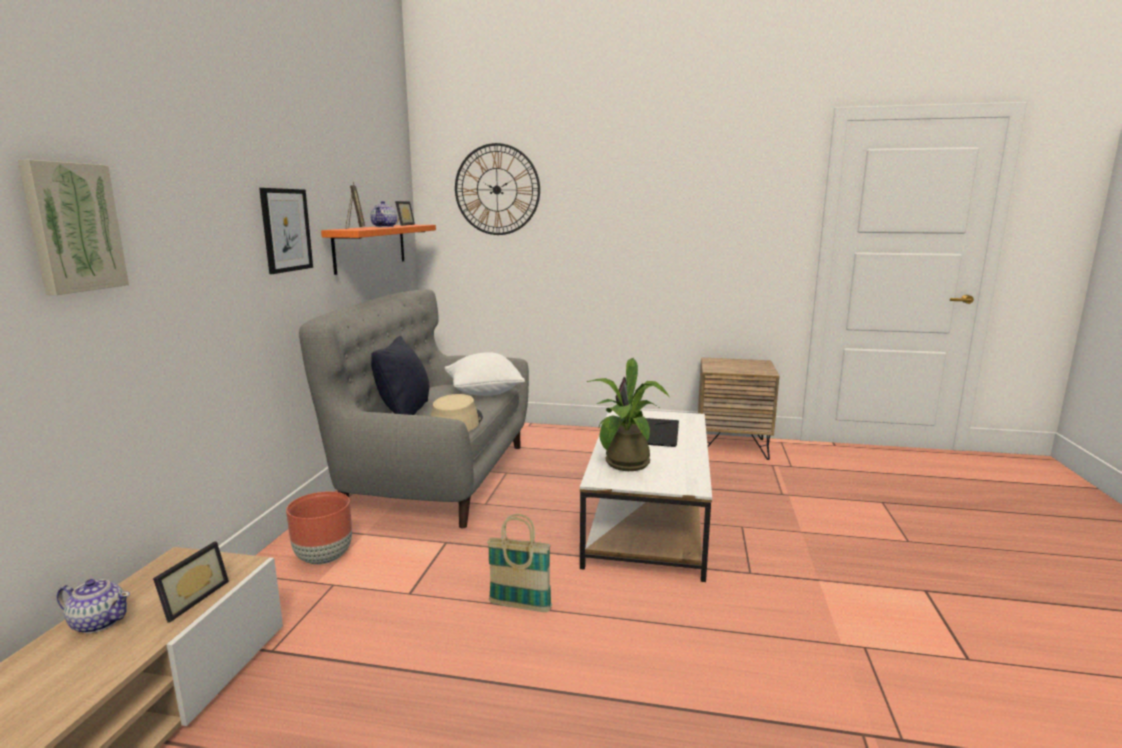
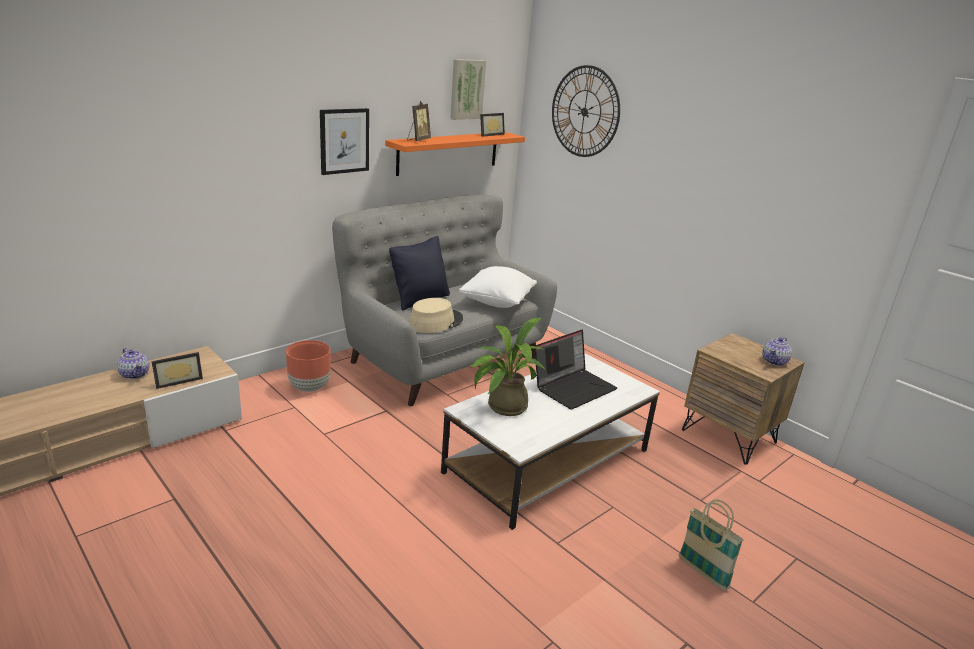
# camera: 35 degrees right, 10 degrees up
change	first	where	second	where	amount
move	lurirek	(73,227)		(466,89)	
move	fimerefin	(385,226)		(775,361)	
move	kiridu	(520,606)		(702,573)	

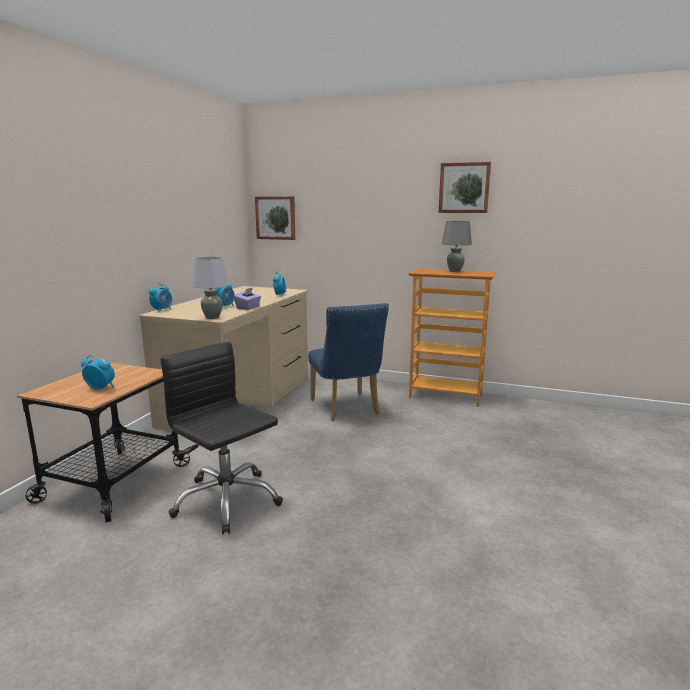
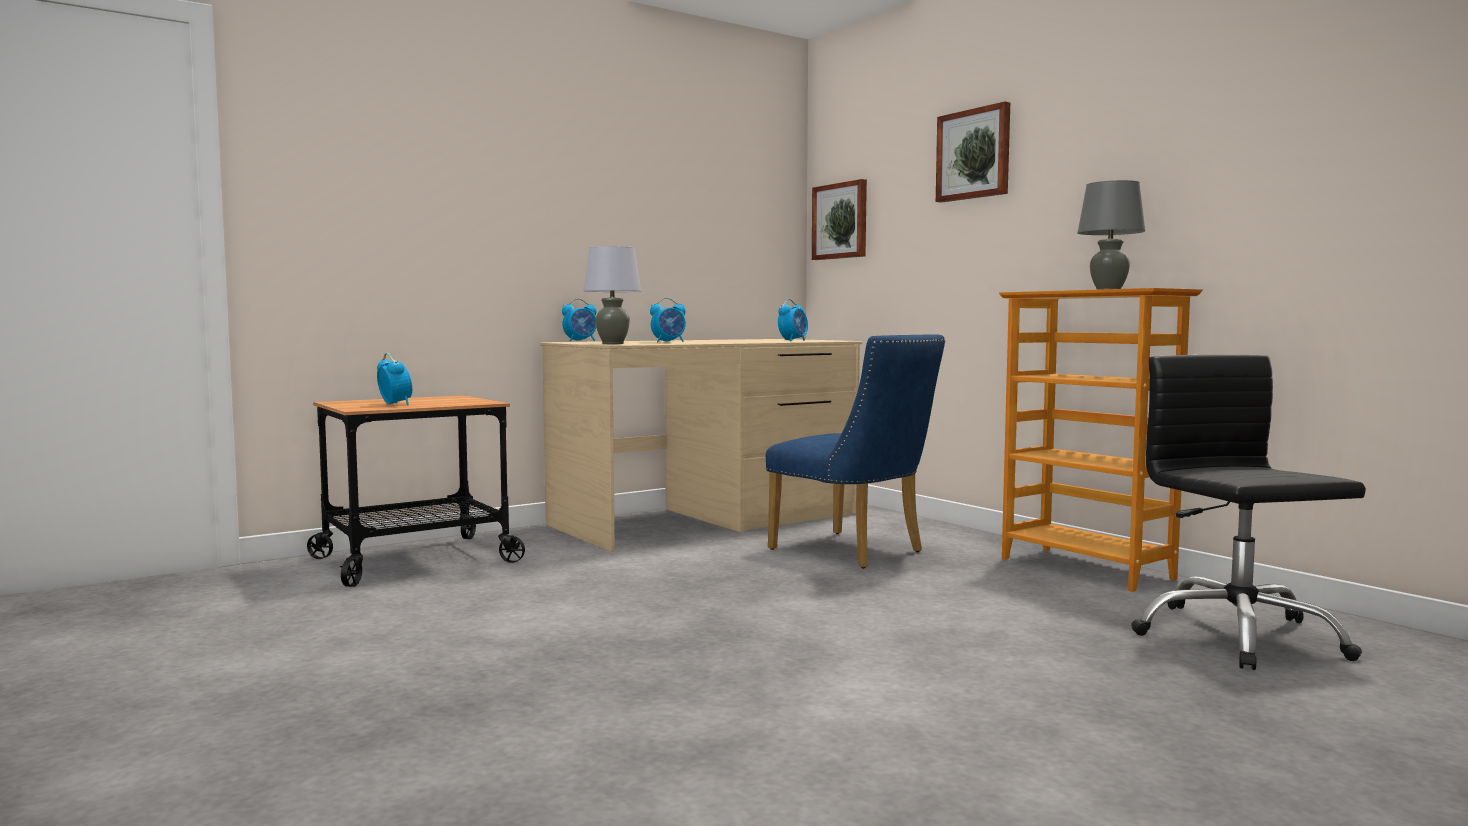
# camera: 35 degrees right, 10 degrees down
change	first	where	second	where	amount
move	lurirek	(464,188)		(974,154)	
delete	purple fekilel	(248,307)			
rotate	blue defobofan	(346,409)		(855,552)	60 degrees counterclockwise
move	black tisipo	(226,501)		(1237,636)	

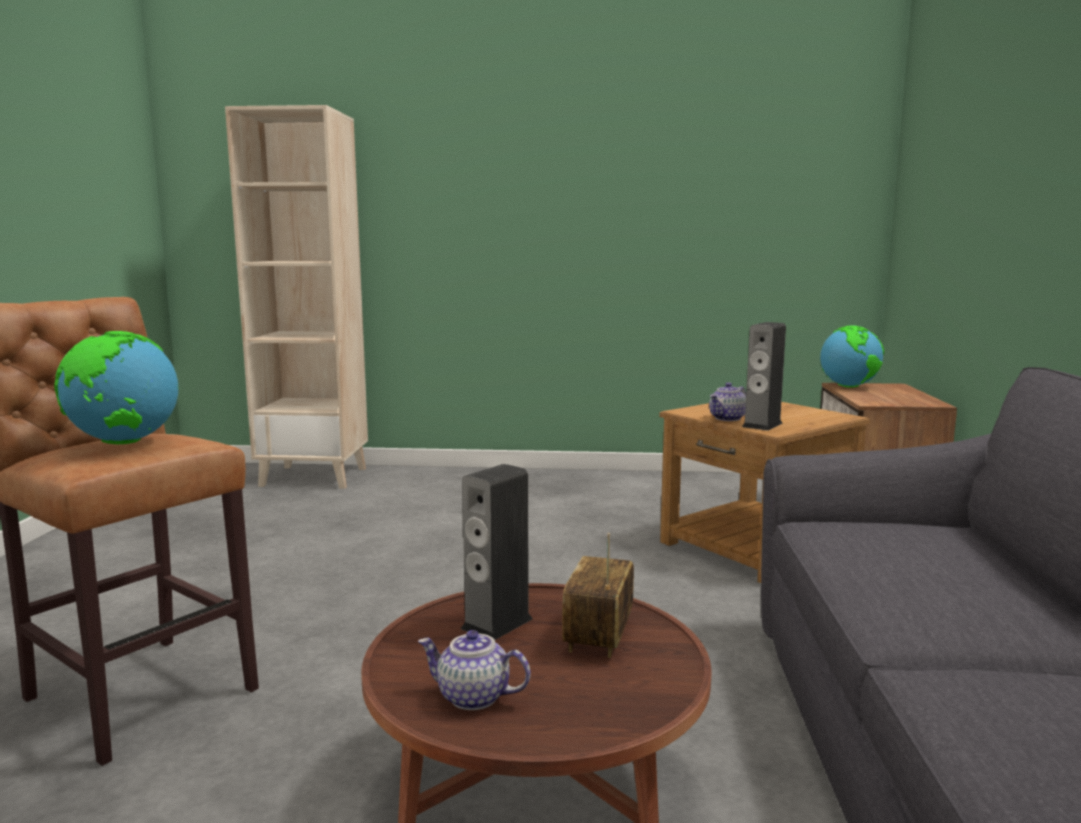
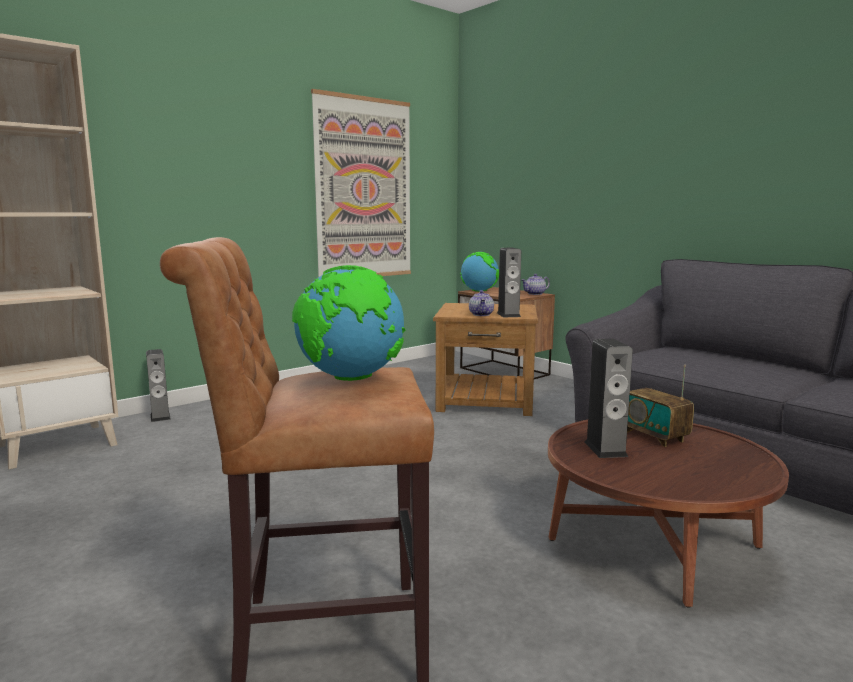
# camera: 45 degrees left, 0 degrees up
change	first	where	second	where	amount
move	fimerefin	(472,697)		(535,294)	
insert			lurirek	(364,189)	
insert			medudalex	(160,416)	

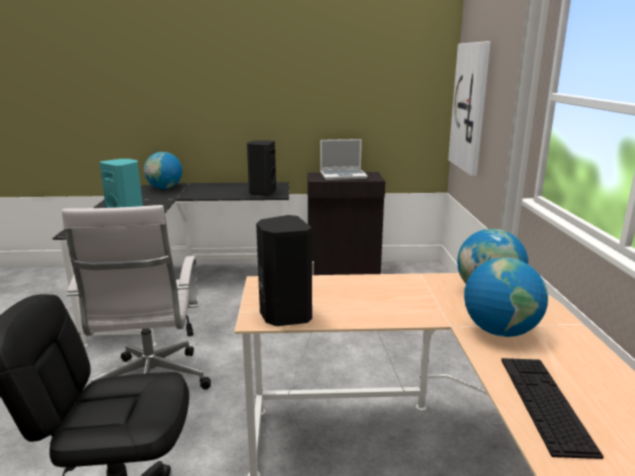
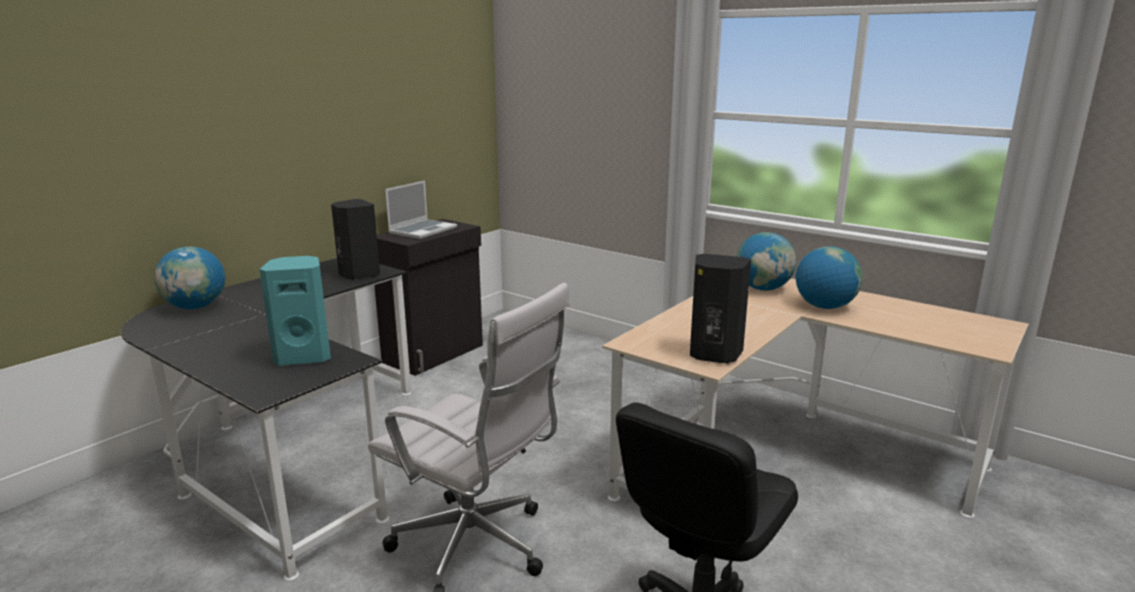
# camera: 50 degrees left, 0 degrees up
change	first	where	second	where	amount
delete	lurirek	(470,107)			
delete	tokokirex	(545,402)			

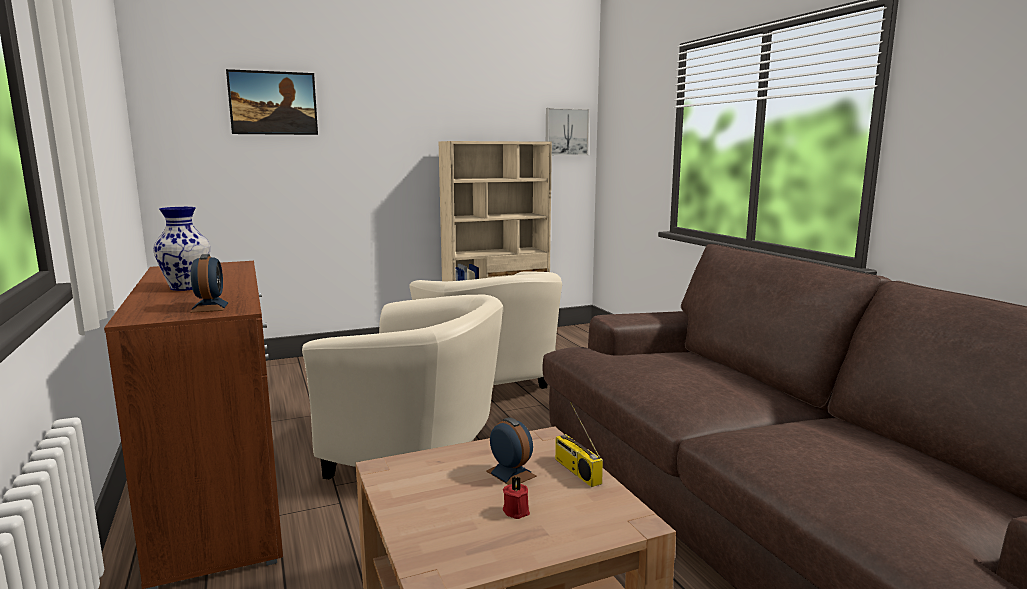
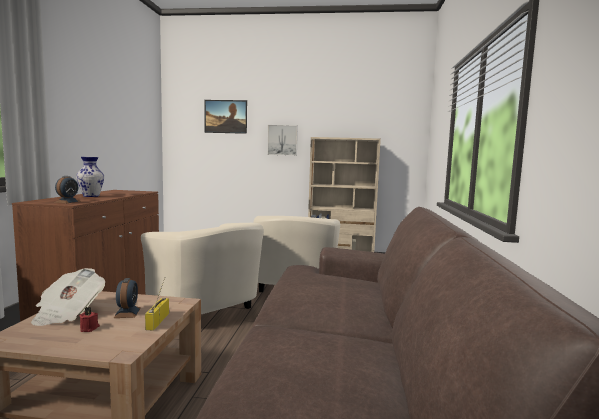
# camera: 30 degrees right, 5 degrees down
change	first	where	second	where	amount
move	lurirek	(566,132)		(282,140)	
insert			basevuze	(68,313)	

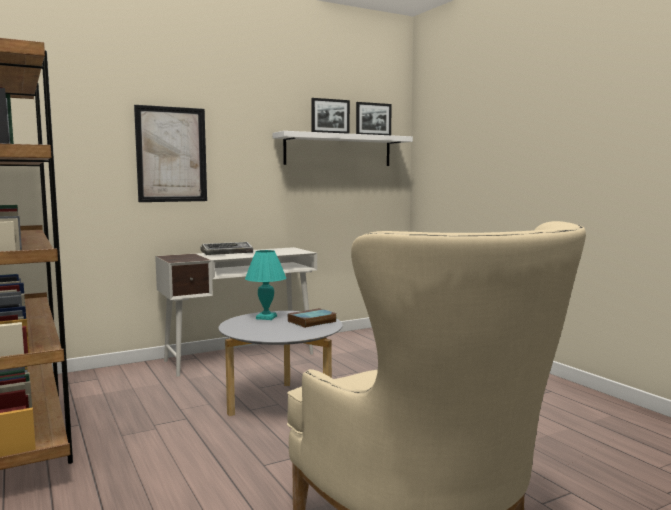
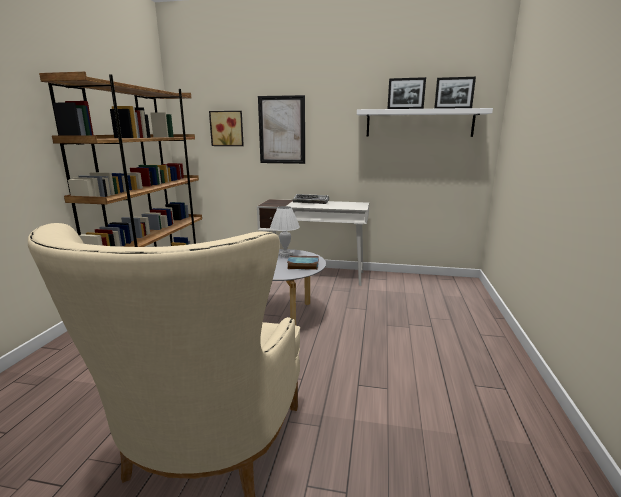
# camera: 40 degrees right, 10 degrees up
change	first	where	second	where	amount
recolor	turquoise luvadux	(265,317)	white luvadux	(285,254)	
insert			lurirek	(227,128)	

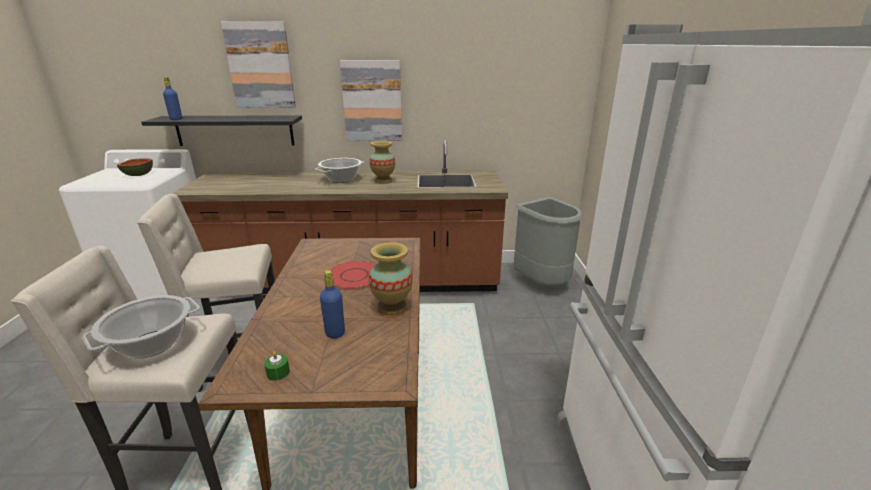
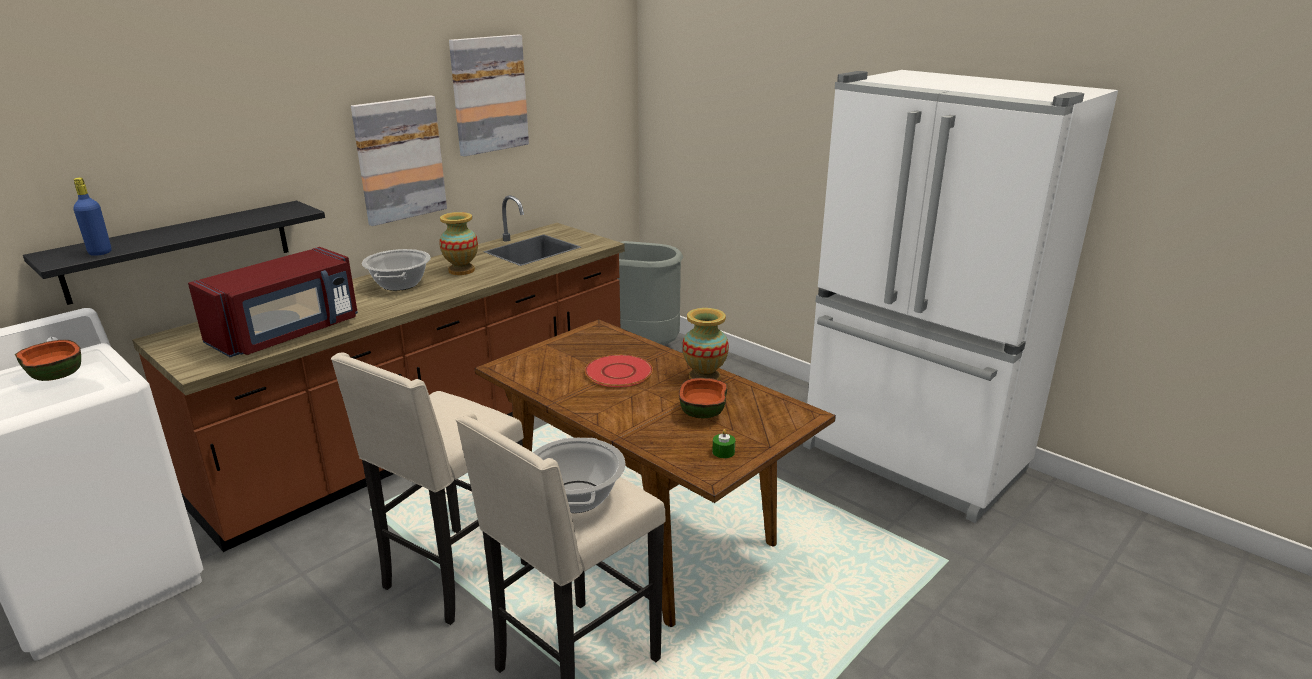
# camera: 45 degrees left, 0 degrees up
change	first	where	second	where	amount
move	lurirek	(260,66)		(489,94)	
replace	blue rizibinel	(335,333)	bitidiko	(703,412)	
insert			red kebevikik	(288,333)	

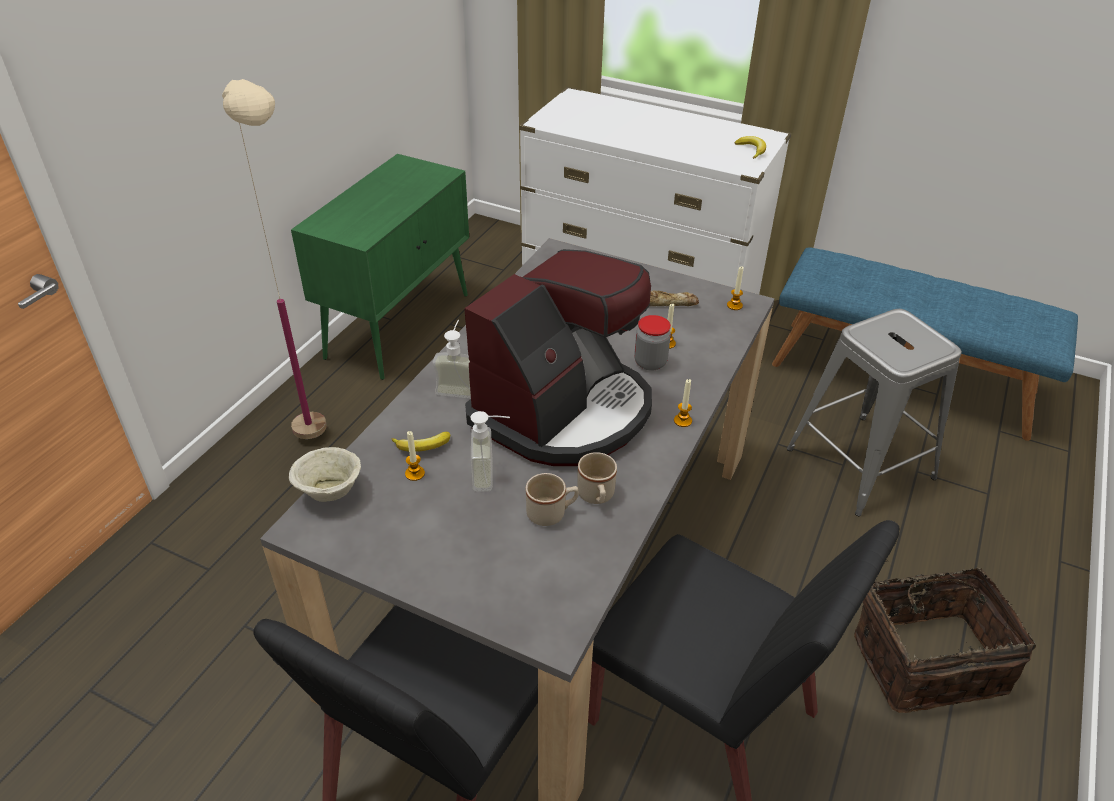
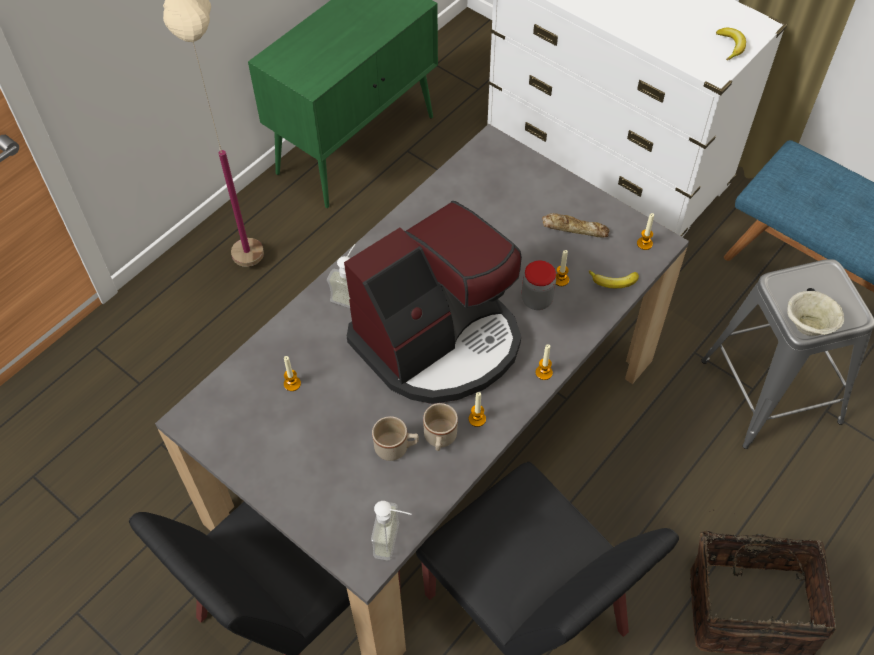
# camera: 15 degrees right, 15 degrees up
change	first	where	second	where	amount
move	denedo	(492,475)		(395,541)	
move	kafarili	(422,447)		(613,282)	
move	beige bitidiko	(329,493)		(808,326)	
insert			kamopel	(477,419)	

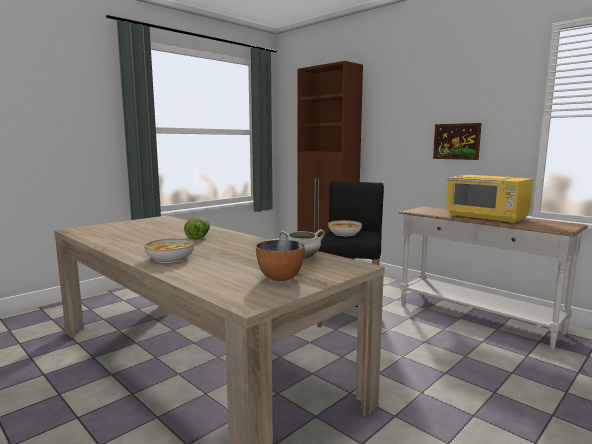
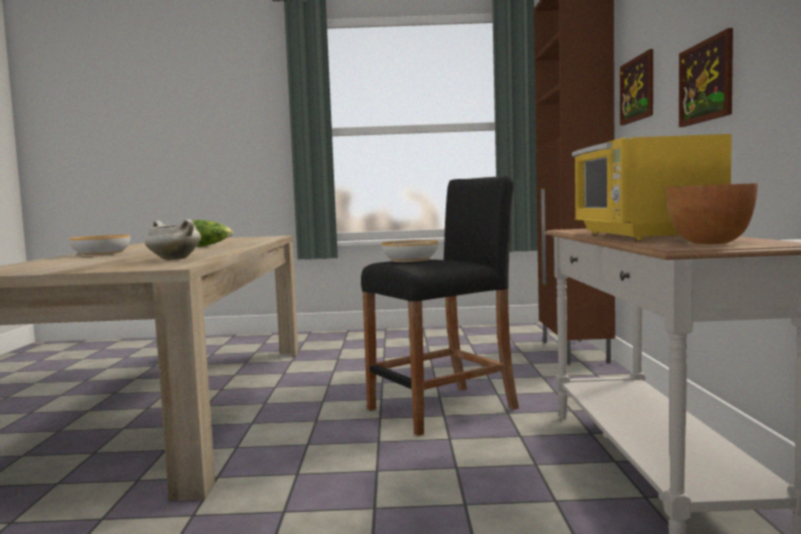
# camera: 45 degrees right, 5 degrees down
change	first	where	second	where	amount
move	bitidiko	(280,278)		(710,243)	
insert			lurirek	(637,89)	

